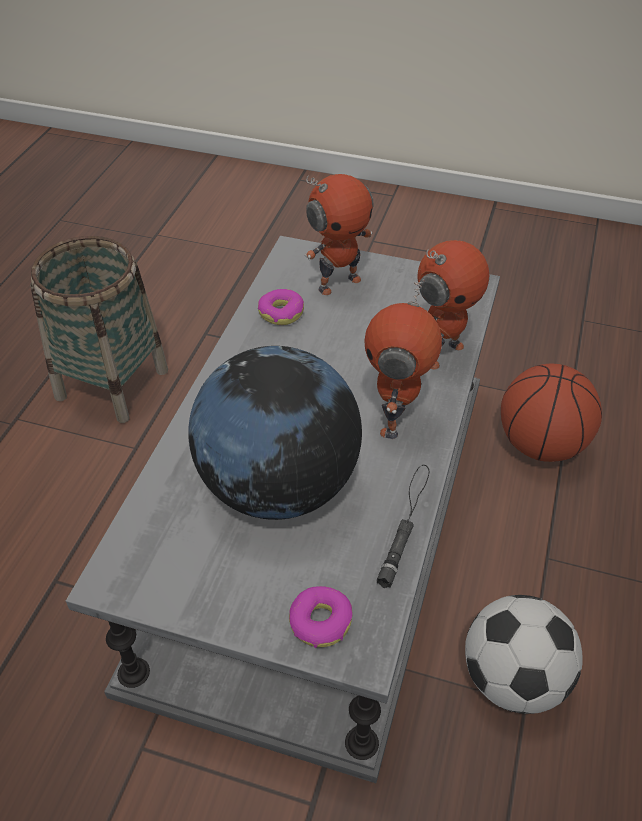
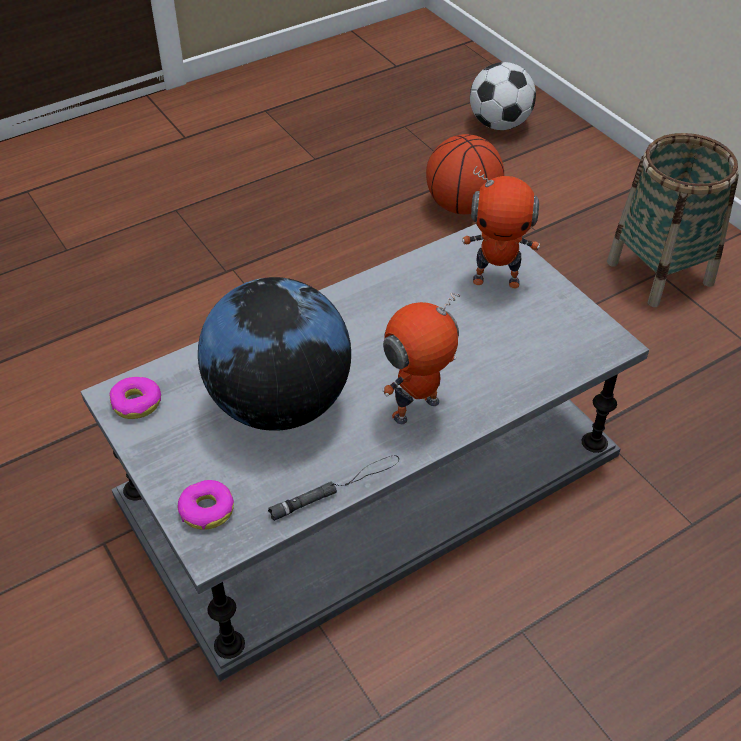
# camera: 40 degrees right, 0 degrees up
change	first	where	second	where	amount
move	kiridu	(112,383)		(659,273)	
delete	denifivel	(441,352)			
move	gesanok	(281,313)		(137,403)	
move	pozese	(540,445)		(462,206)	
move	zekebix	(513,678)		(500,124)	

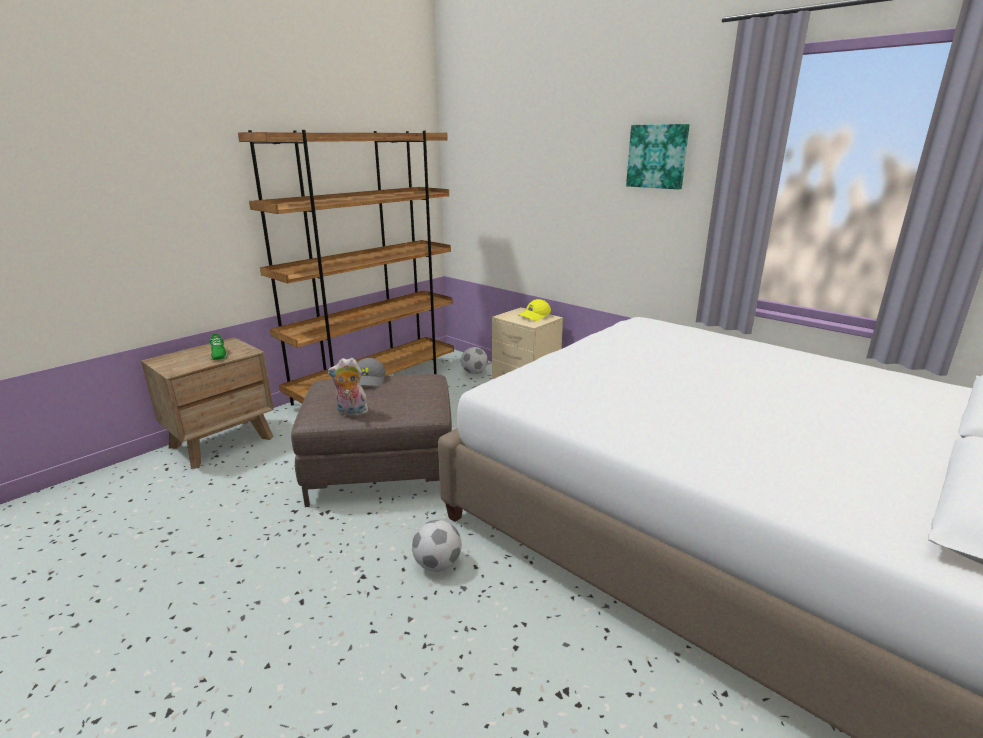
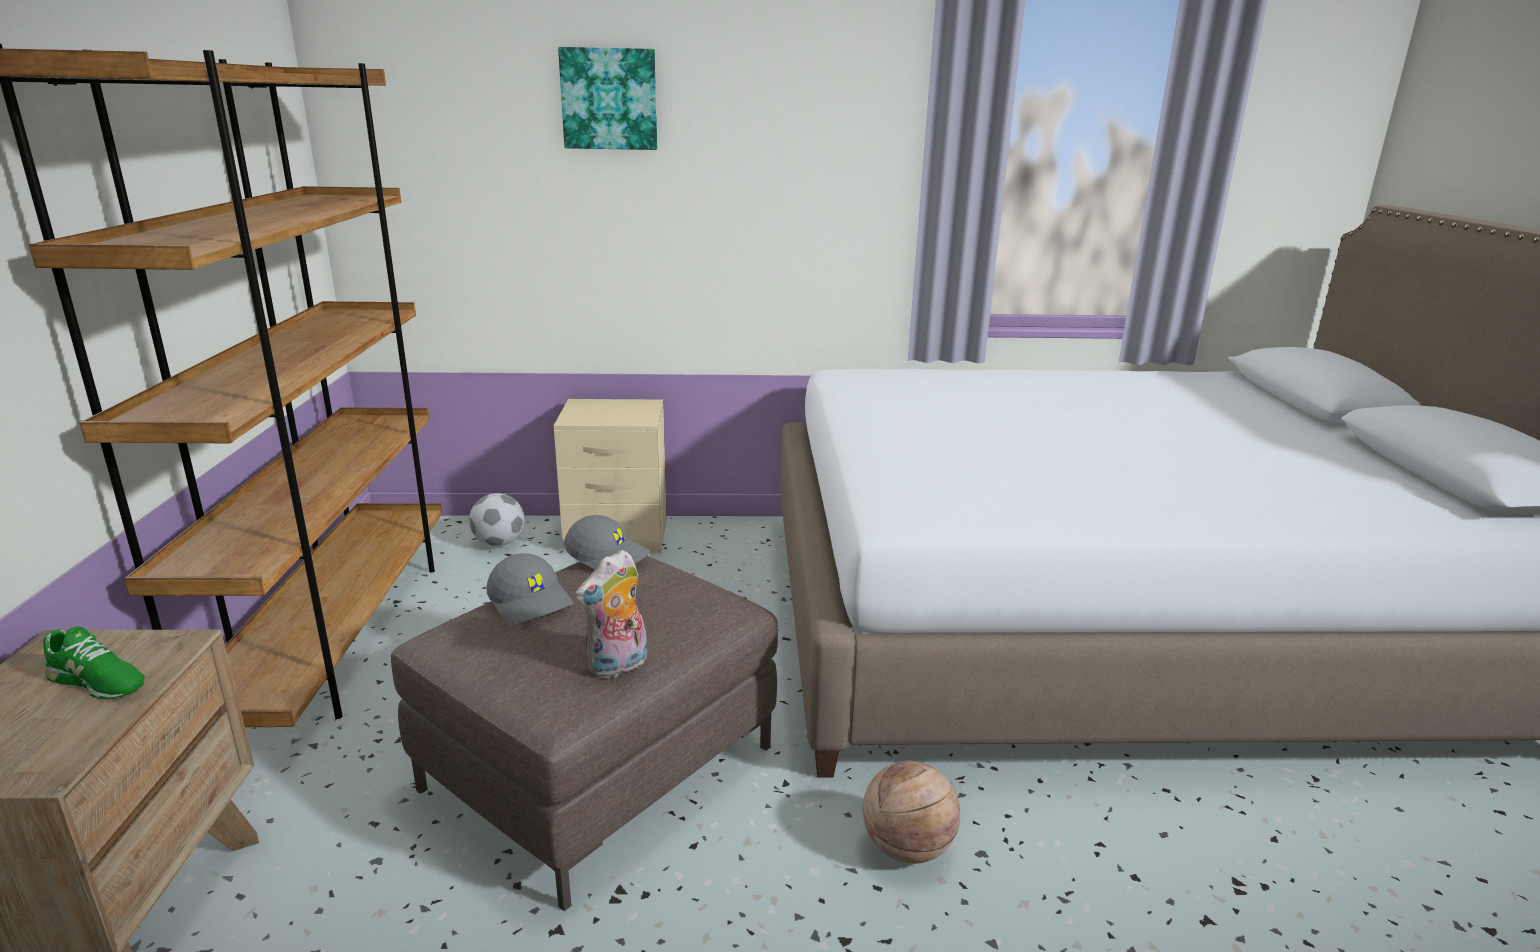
# camera: 45 degrees left, 0 degrees up
change	first	where	second	where	amount
move	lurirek	(657,156)		(609,99)	
delete	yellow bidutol	(534,316)			
replace	zekebix	(437,564)	pozese	(907,848)	
insert			grey bidutol	(608,556)	

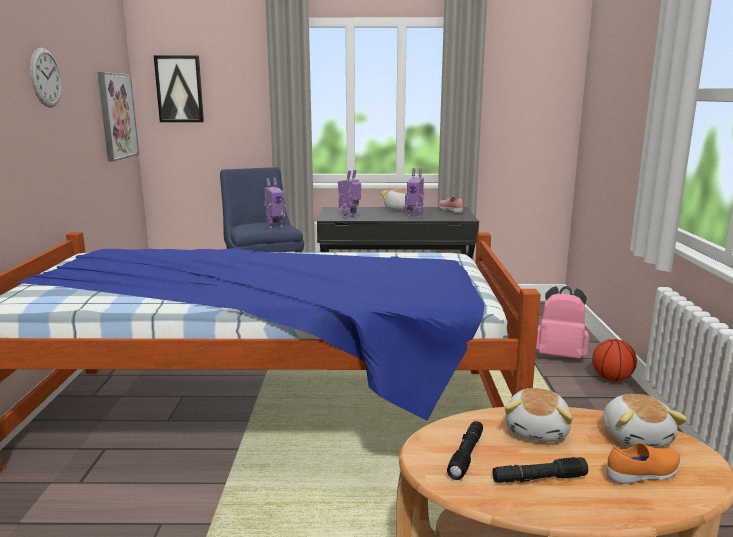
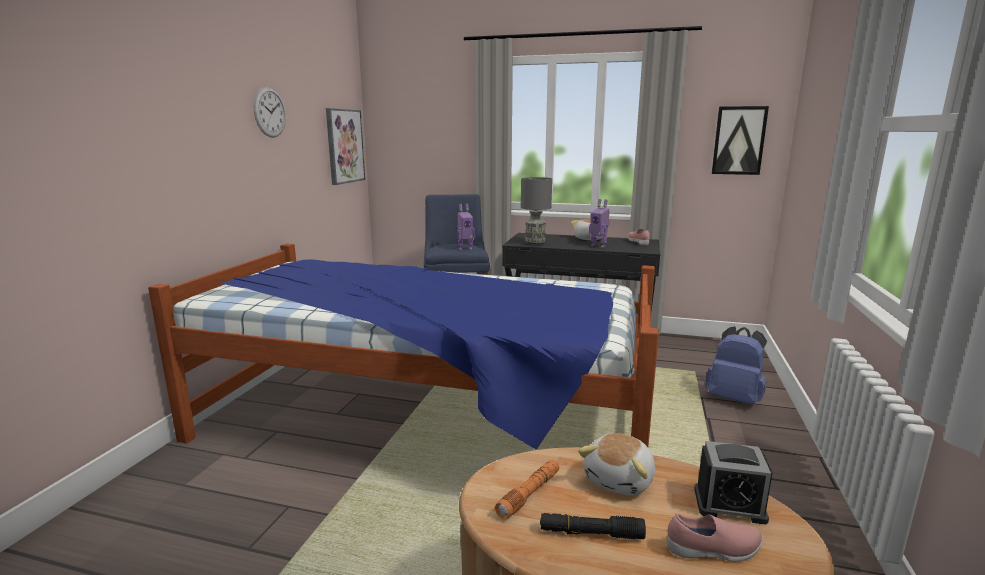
# camera: 15 degrees right, 0 degrees up
change	first	where	second	where	amount
move	lurirek	(179,89)		(738,140)	
replace	denifivel	(350,217)	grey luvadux	(535,244)	
recolor	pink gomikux	(560,355)	blue gomikux	(734,398)	
delete	pozese	(611,379)			
replace	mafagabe	(636,437)	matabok	(729,505)	
recolor	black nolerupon	(466,455)	orange nolerupon	(529,494)	
recolor	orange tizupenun	(643,475)	pink tizupenun	(713,551)	

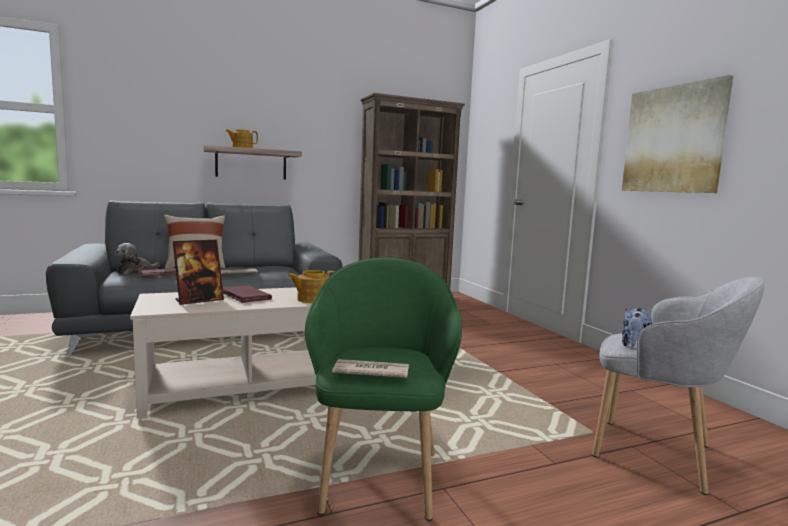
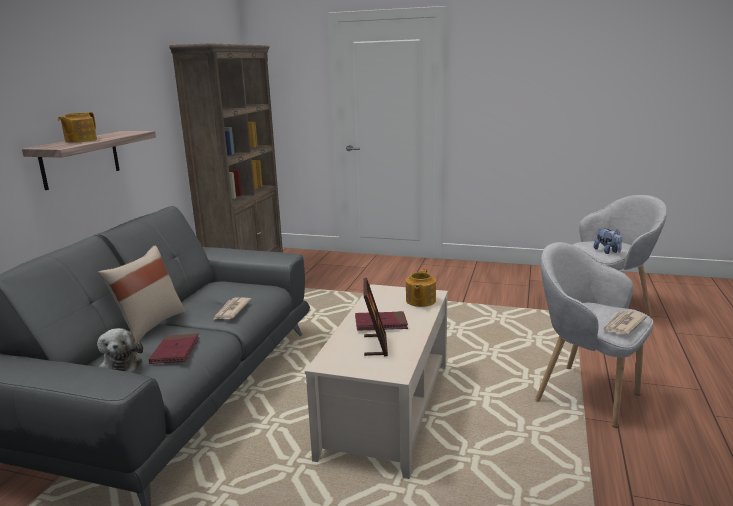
# camera: 50 degrees left, 10 degrees up
change	first	where	second	where	amount
delete	lurirek	(673,139)			
recolor	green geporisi	(379,476)	grey geporisi	(584,394)	

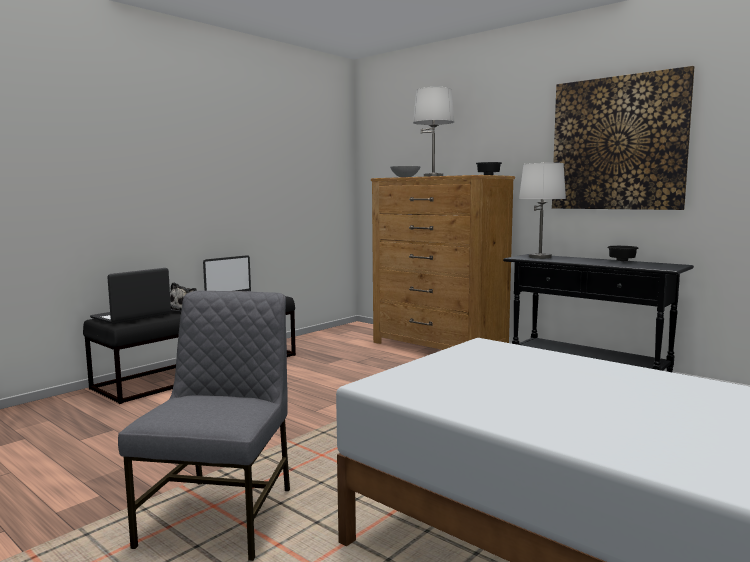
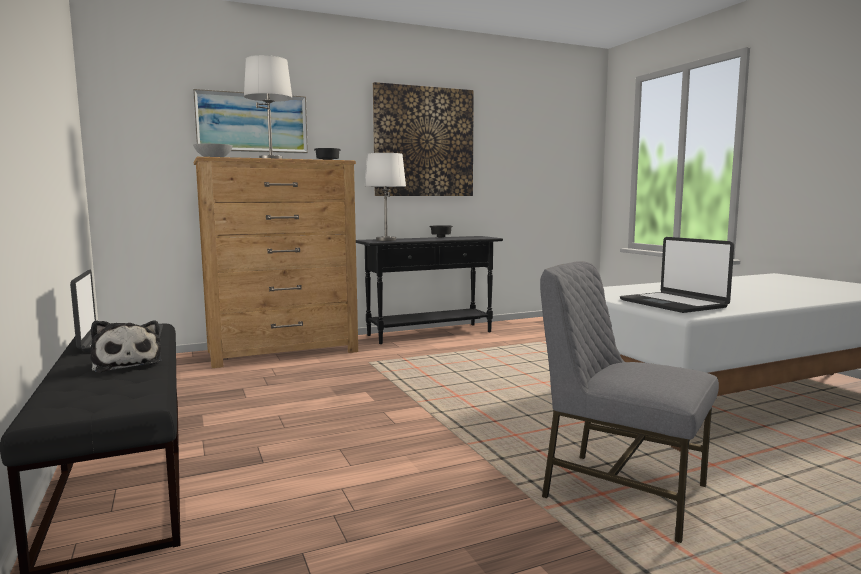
# camera: 65 degrees left, 0 degrees up
change	first	where	second	where	amount
move	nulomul	(131,316)		(673,304)	
insert			lurirek	(252,122)	

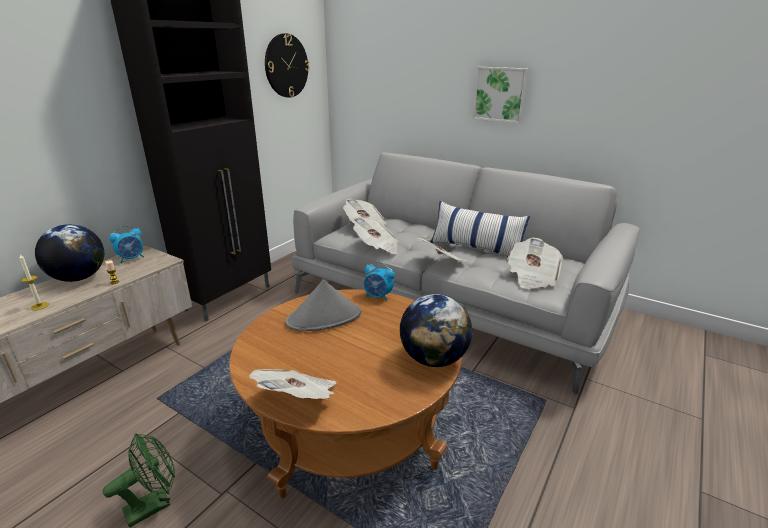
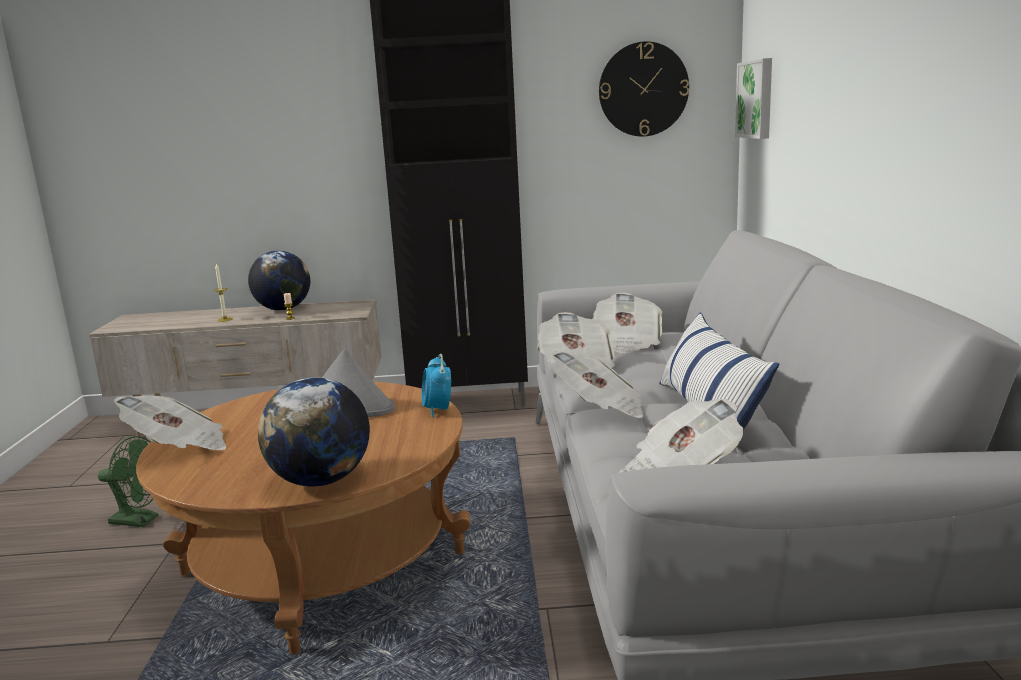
# camera: 55 degrees right, 10 degrees down
change	first	where	second	where	amount
move	lurirek	(500,94)		(757,99)	
delete	matabok	(132,258)			

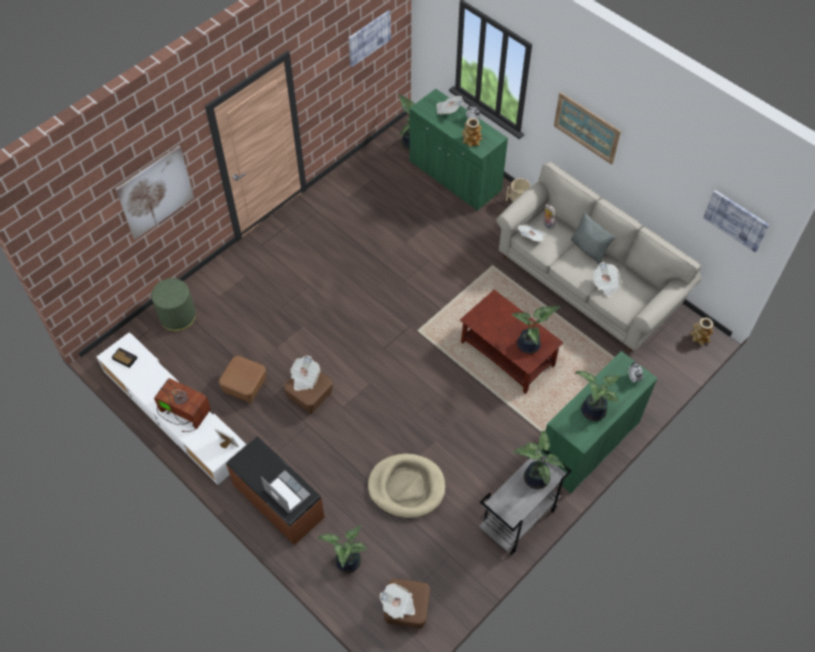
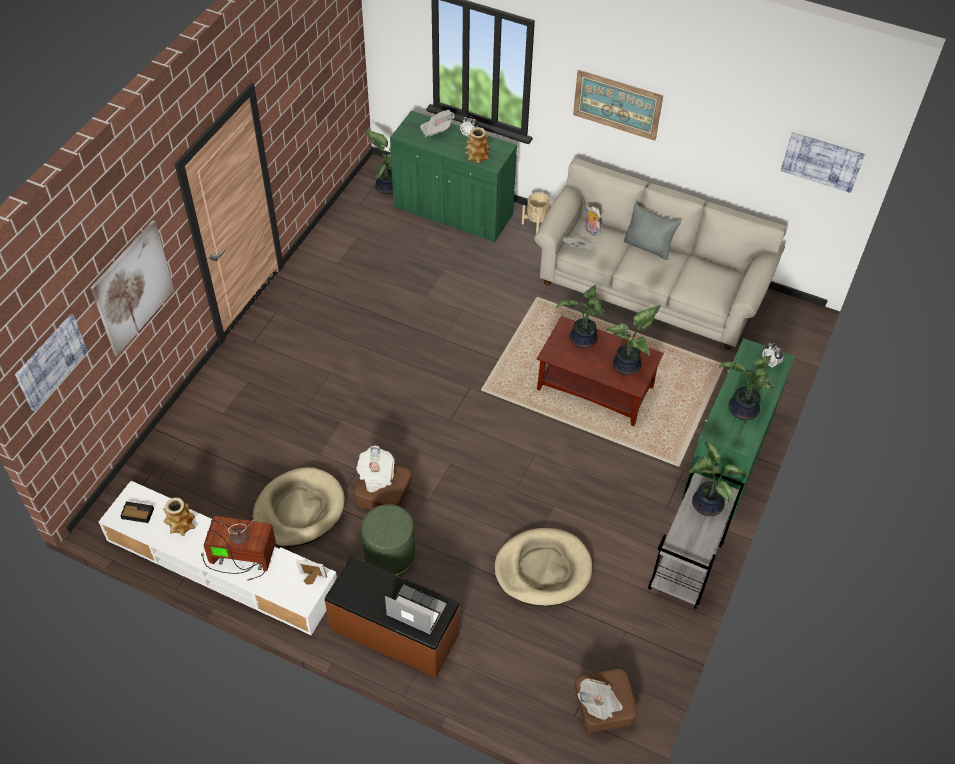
# camera: 20 degrees left, 5 degrees down
change	first	where	second	where	amount
move	lurirek	(369,38)		(50,361)	
delete	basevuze	(605,284)			
move	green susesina	(177,316)		(389,555)	
move	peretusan	(699,337)		(181,525)	
replace	brown susesina	(245,387)	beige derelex	(299,510)	
move	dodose	(347,562)		(582,340)	

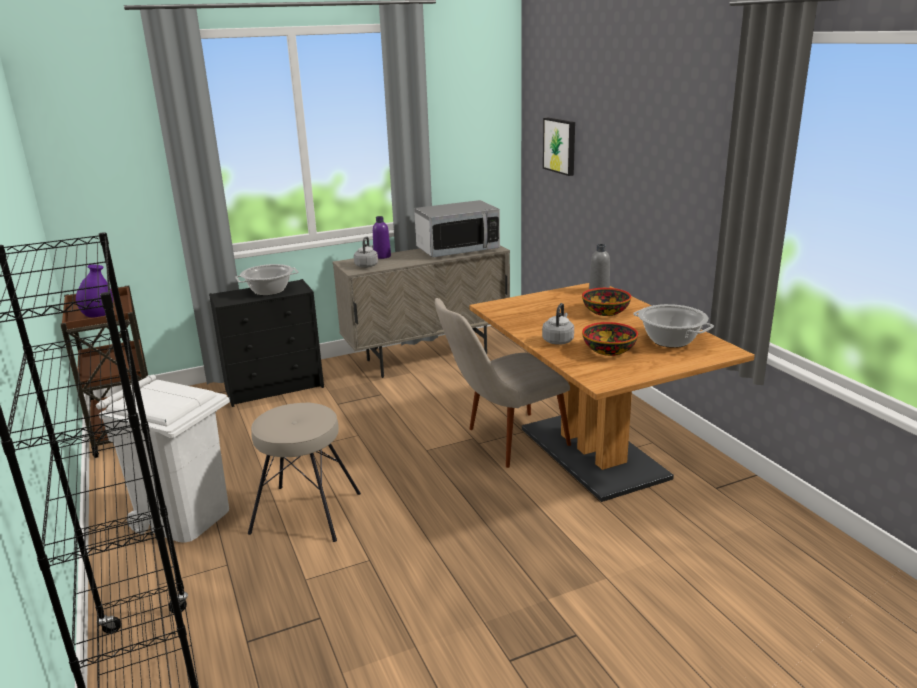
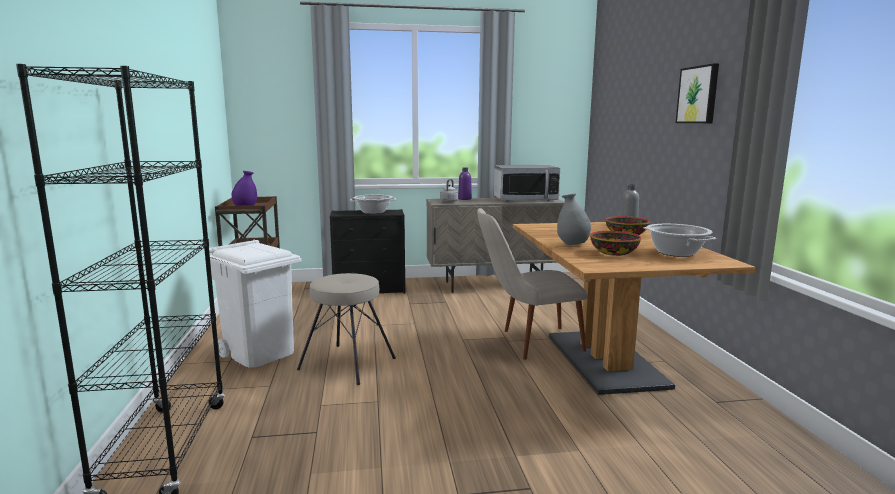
# camera: 15 degrees right, 10 degrees down
change	first	where	second	where	amount
move	lurirek	(560,146)		(698,95)	
replace	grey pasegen	(558,340)	grey peretusan	(572,244)	

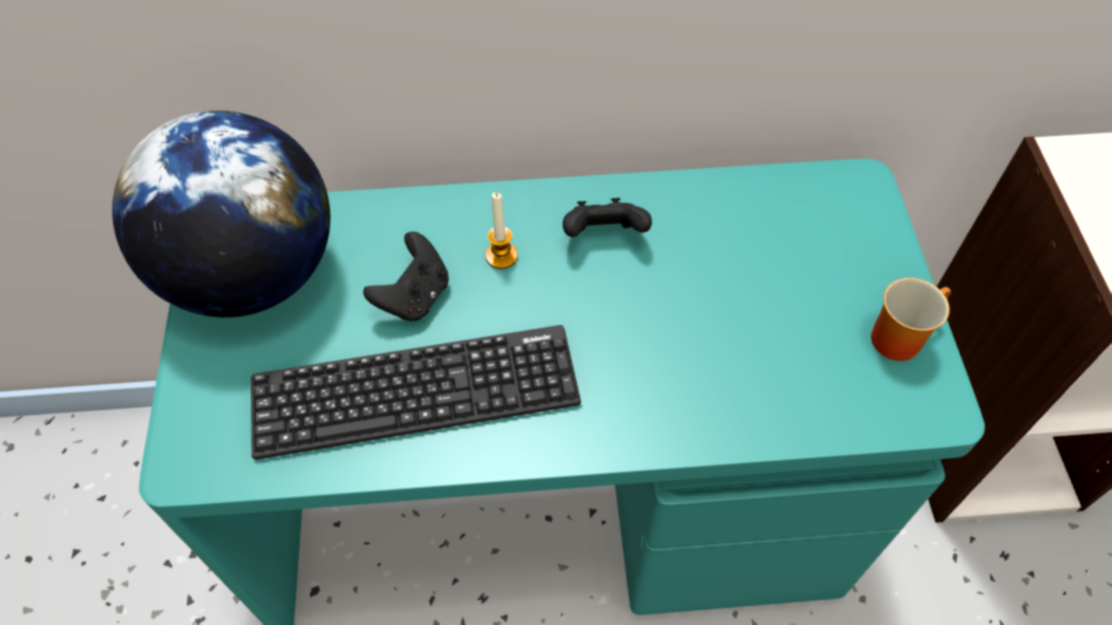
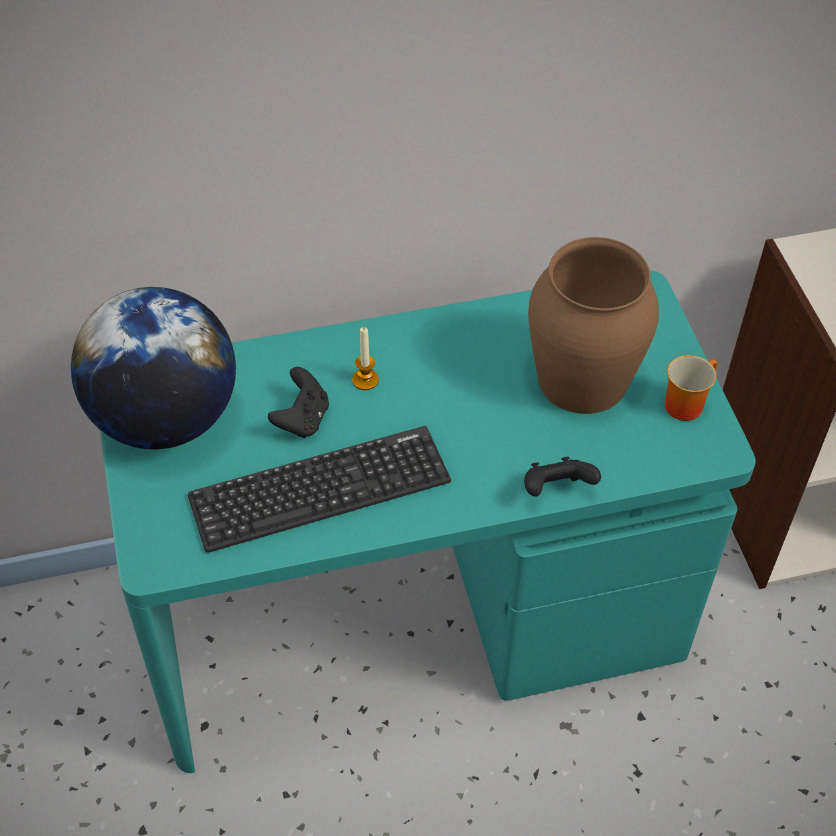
# camera: 10 degrees left, 5 degrees down
change	first	where	second	where	amount
move	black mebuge	(604,236)		(556,490)	
insert			brown peretusan	(583,379)	

